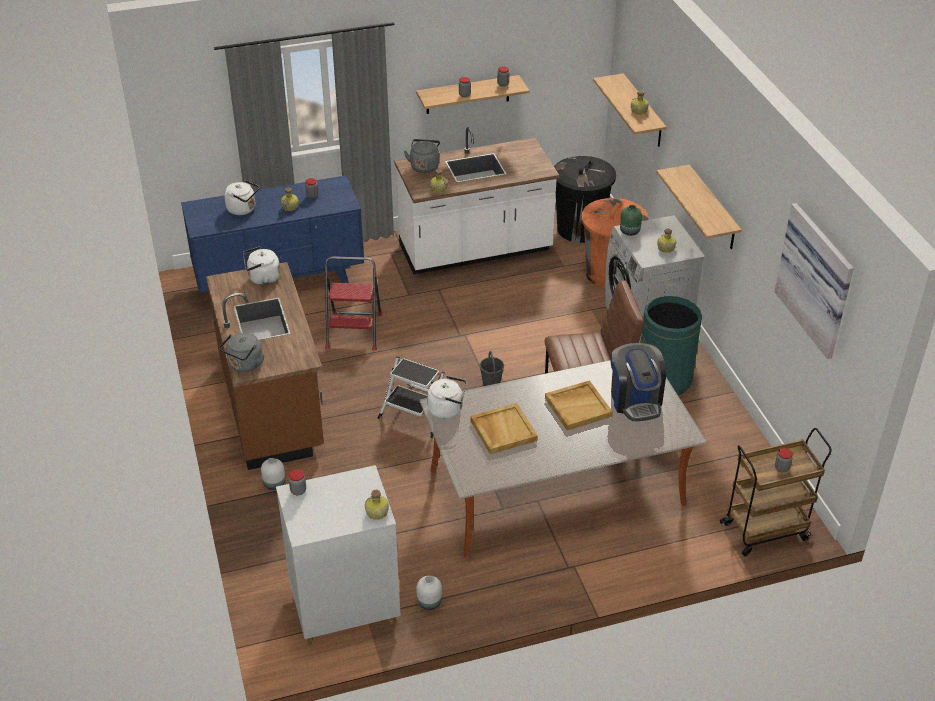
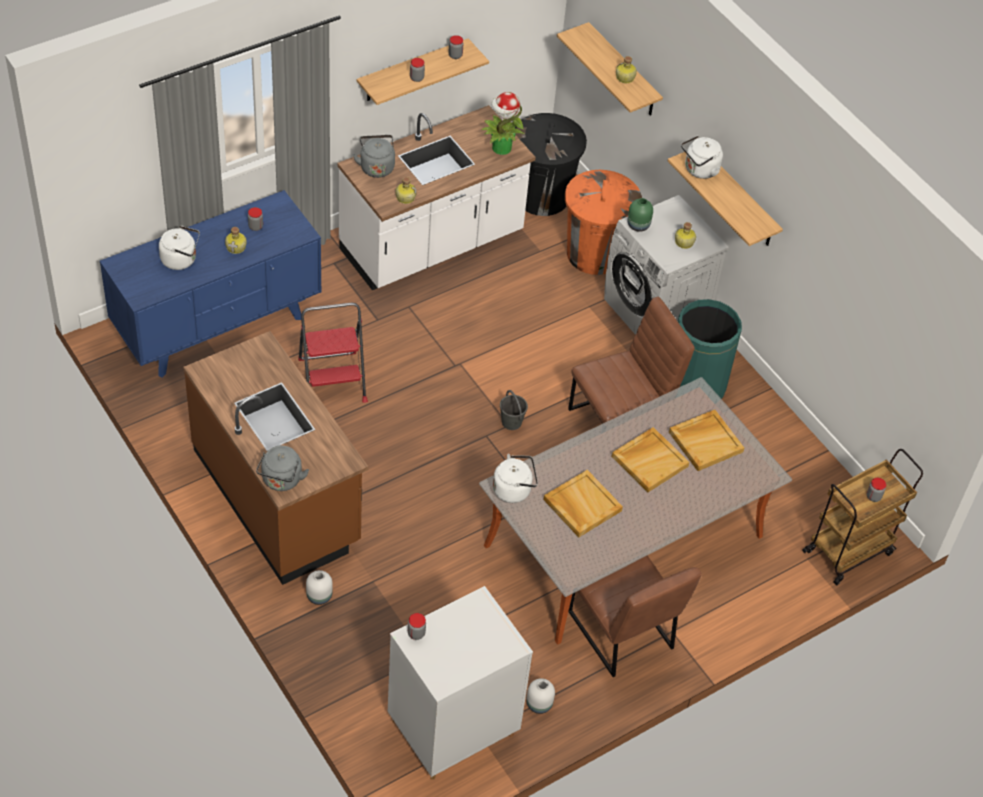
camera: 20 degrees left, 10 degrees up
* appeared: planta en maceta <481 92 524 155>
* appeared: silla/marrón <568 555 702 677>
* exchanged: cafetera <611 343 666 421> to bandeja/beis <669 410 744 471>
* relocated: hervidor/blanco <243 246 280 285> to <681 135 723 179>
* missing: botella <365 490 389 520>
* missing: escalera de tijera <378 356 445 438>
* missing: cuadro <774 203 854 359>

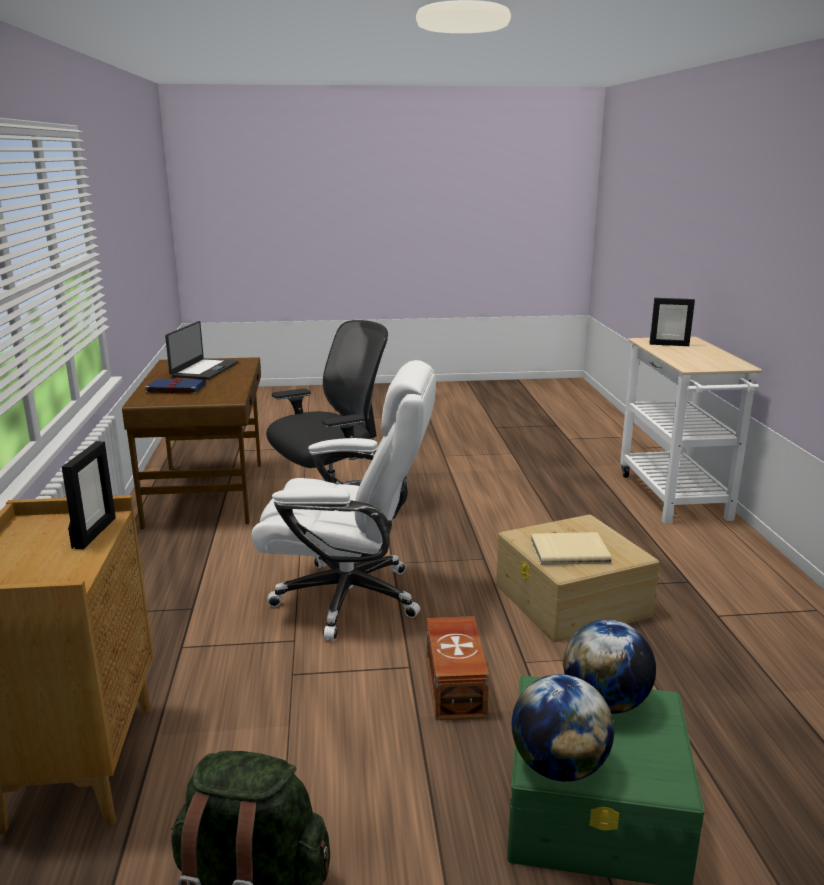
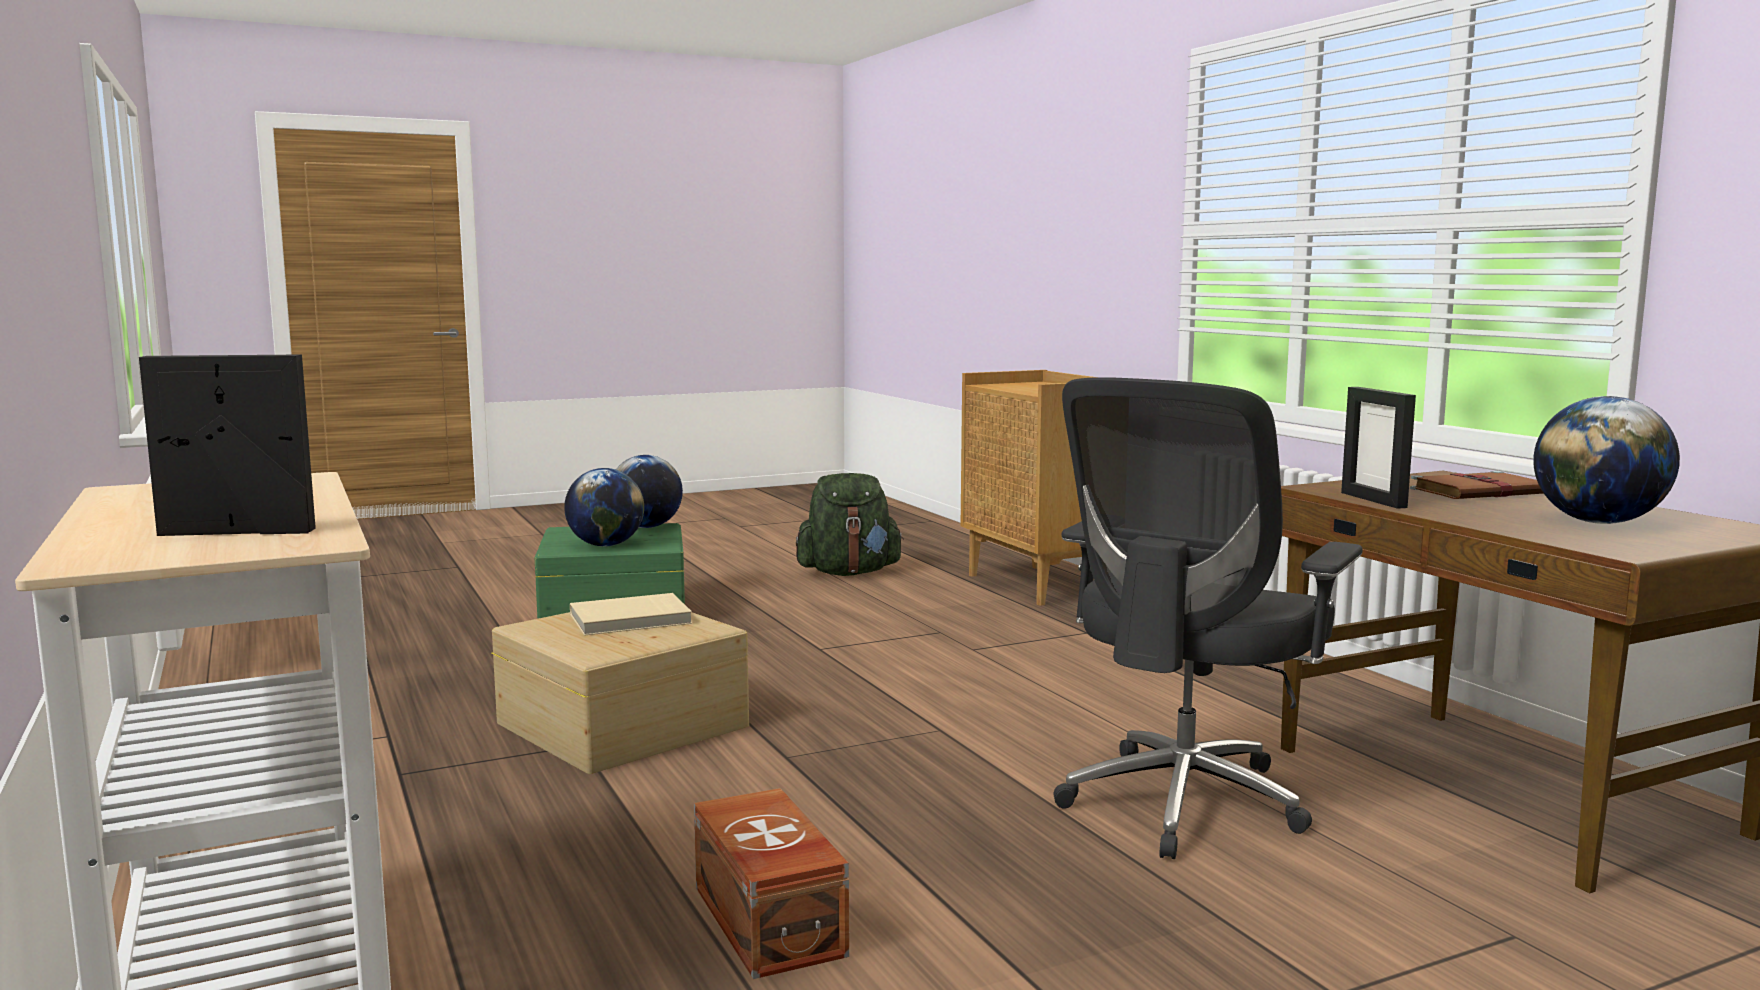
camera: 160 degrees right, 10 degrees down
* relocated: caja de almacenaje/marrón <427 616 489 720> to <694 788 849 979>
* relocated: portarretratos <62 441 116 549> to <1341 387 1416 509>
* colour: libro/azul <144 379 205 394> to libro/marrón <1410 471 1544 499>
* exchanged: portátil <165 321 238 380> to globo terráqueo <1533 396 1680 524>
* missing: silla de oficina/blanco <252 360 436 641>

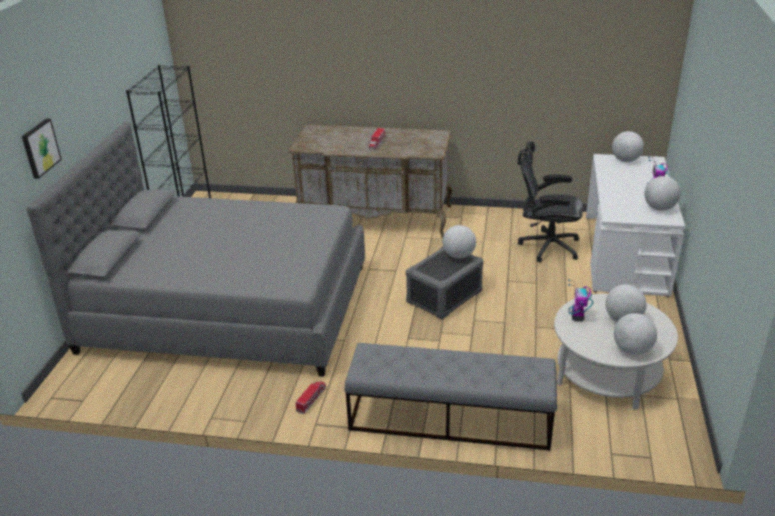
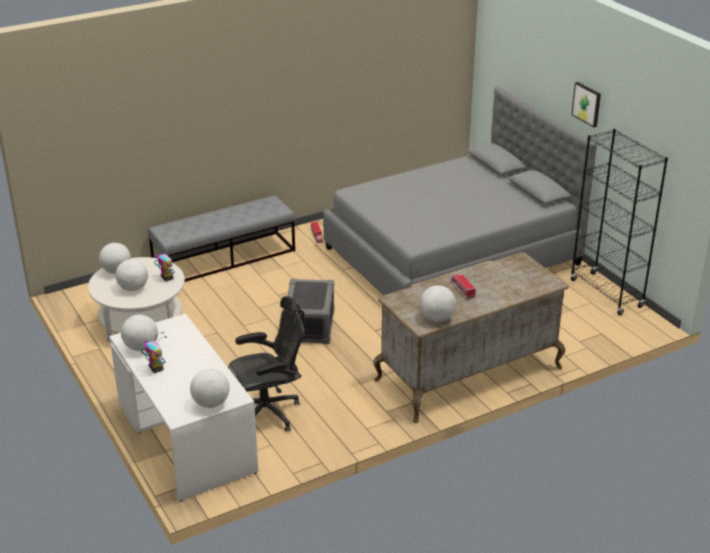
camera: 140 degrees right, 0 degrees up
* relocated: globo terráqueo <443 225 476 259> to <420 285 456 322>
* relocated: cuadro <22 119 62 179> to <571 82 601 127>

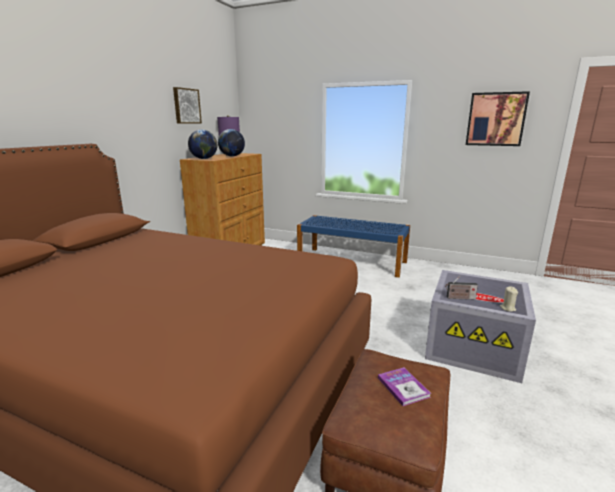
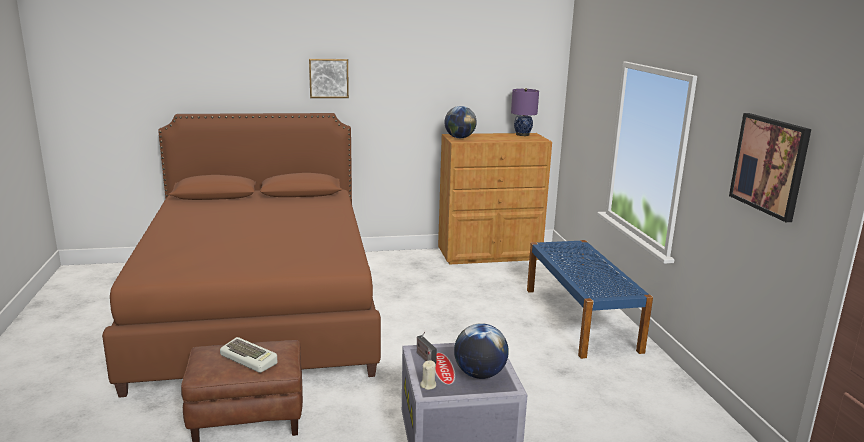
camera: 55 degrees right, 0 degrees up
* exchanged: libro <378 367 431 406> to teclado <220 337 277 373>
* relocated: cuadro <173 87 202 124> to <309 59 349 98>
* relocated: globo terráqueo <218 129 245 156> to <454 323 509 379>

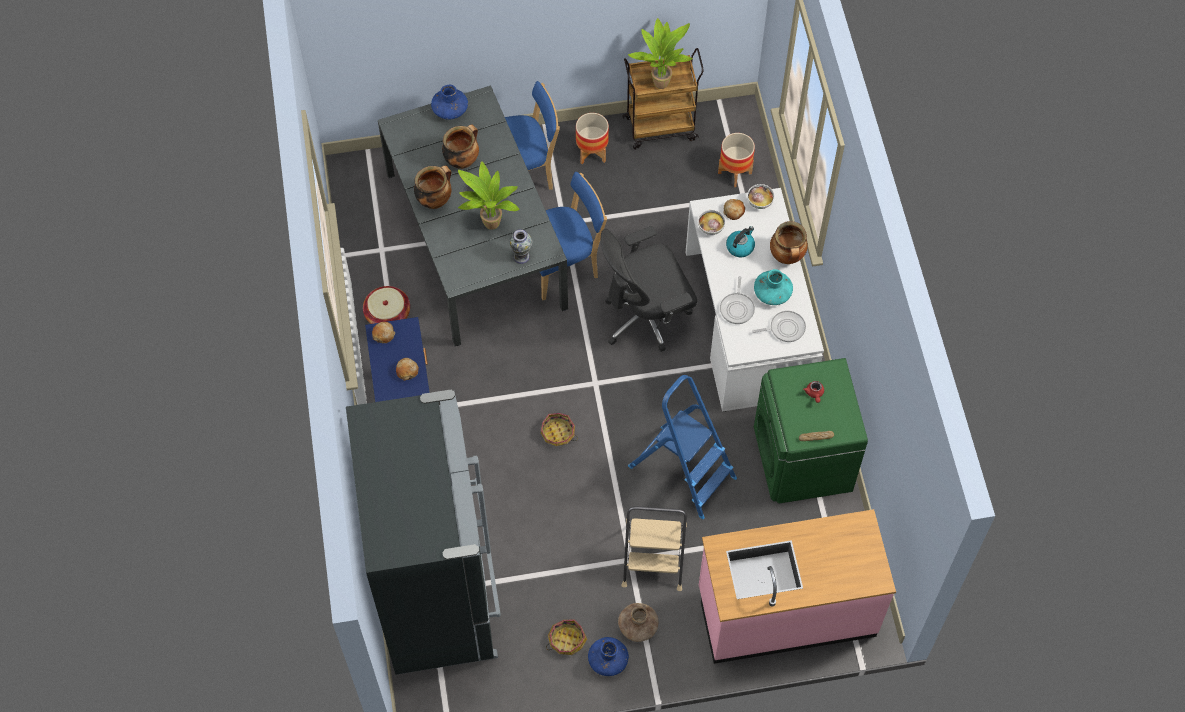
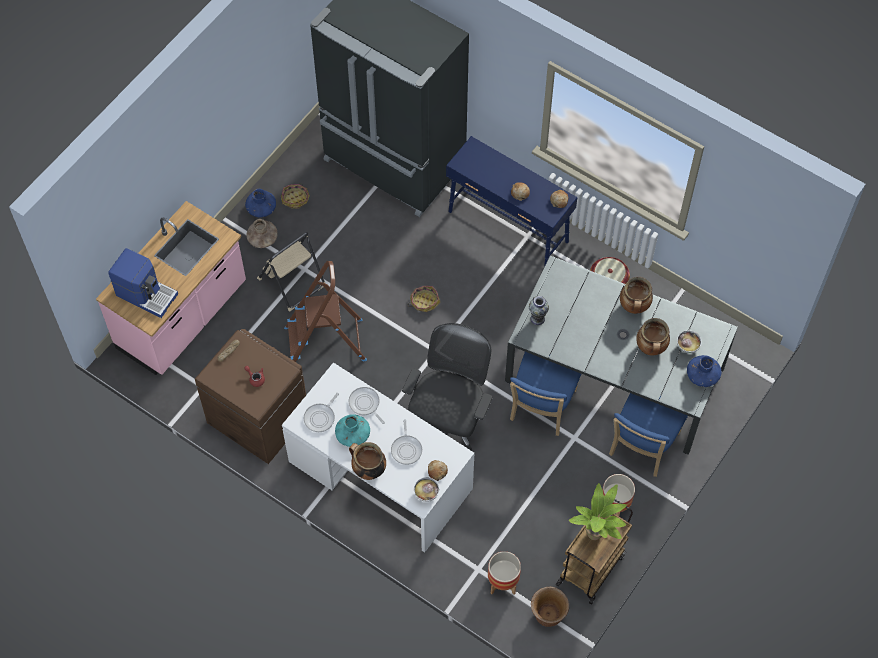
camera: 135 degrees right, 0 degrees up
* appeared: cafetera <108 248 178 318>
* colour: lavadora/verde <754 358 868 503> to lavadora/marrón <195 329 306 464>
* colour: escalera de tijera/azul <628 375 737 519> to escalera de tijera/marrón <284 261 367 362>
* exchanged: hervidor <726 226 755 257> to sartén <391 419 422 465>
* appeared: maceta/marrón <531 587 569 627>
* relocated: cuenco <698 210 725 235> to <677 330 702 353>
* missing: planta en maceta <458 161 519 230>

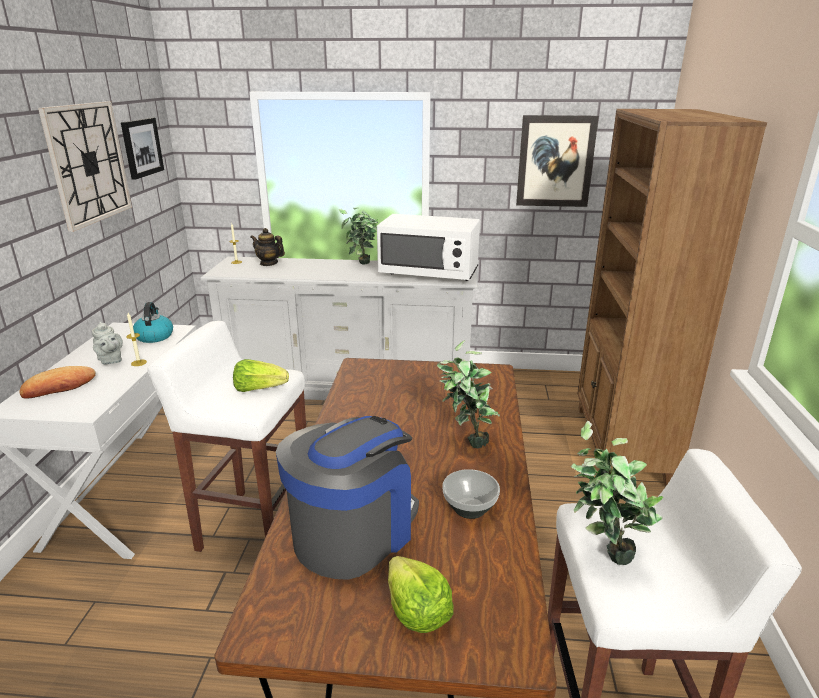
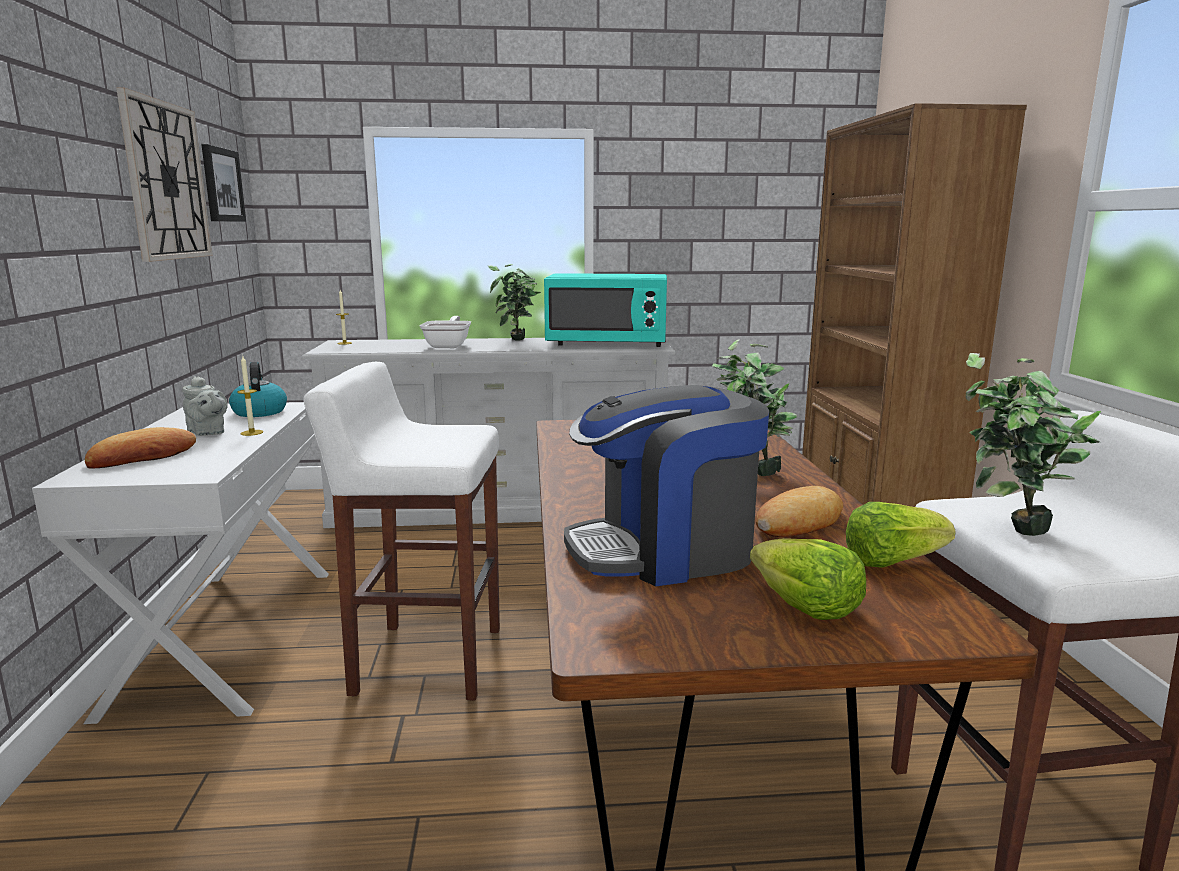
camera: 10 degrees left, 10 degrees down
* appeared: sartén <420 316 471 348>
* colour: microondas/blanco <377 214 480 281> to microondas/turquesa <544 273 667 347>
* spun: cafetera <276 416 419 580> = <564 385 769 587> 135 degrees counterclockwise
* exchanged: cuenco <442 469 500 519> to pan <755 486 843 537>
* relocated: lechuga <233 359 289 392> to <846 502 956 568>
* missing: tetera <250 228 285 266>
* missing: cuadro <516 115 599 207>

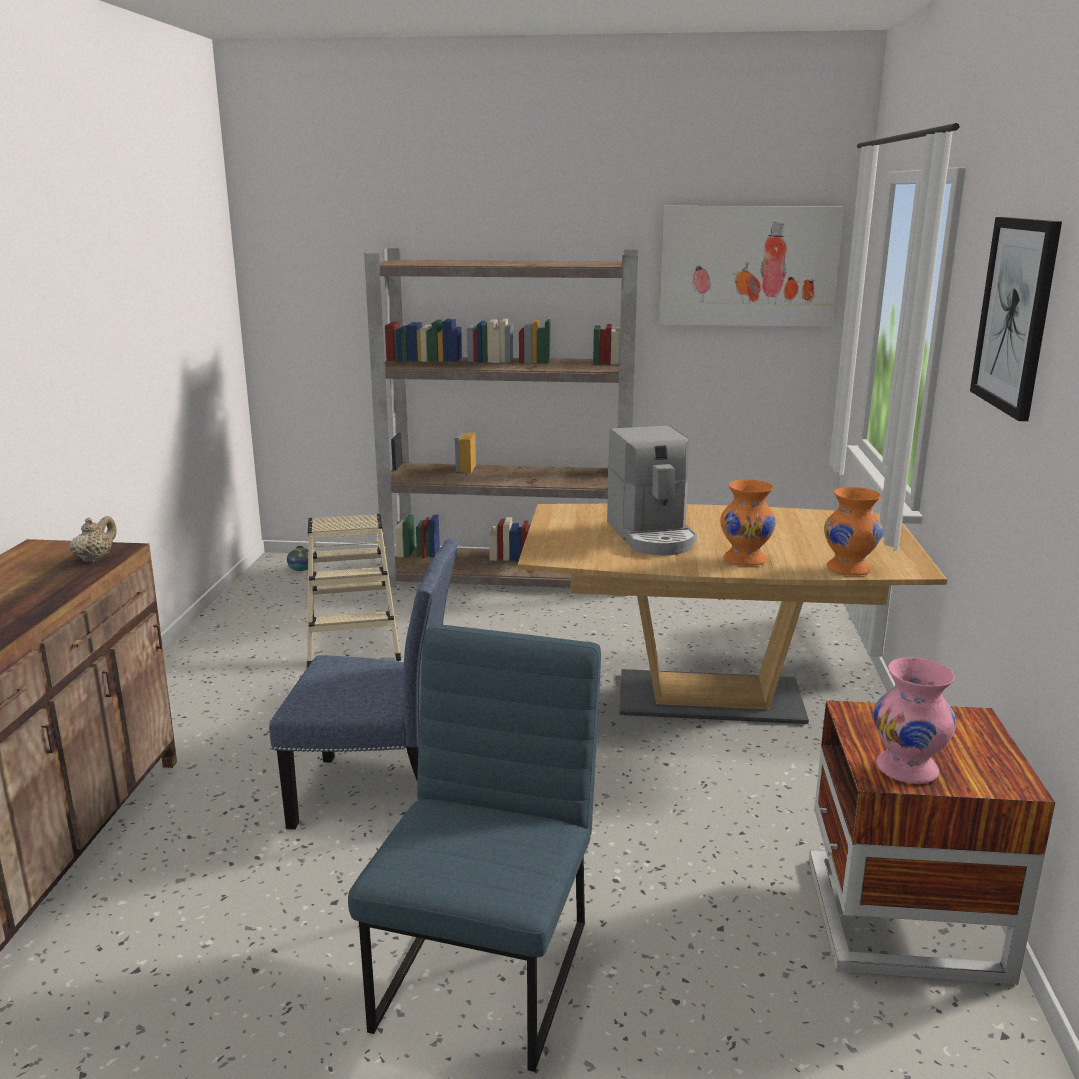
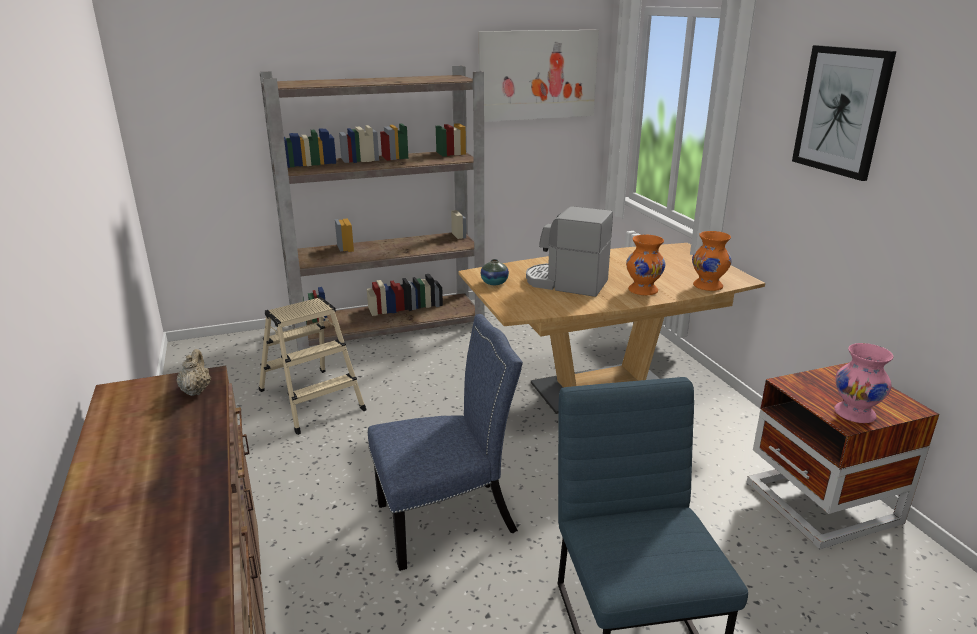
camera: 25 degrees left, 5 degrees up
* relocated: florero <287 546 308 571> to <481 259 509 285>
* spun: cafetera <607 426 697 555> = <526 206 613 297> 150 degrees clockwise

